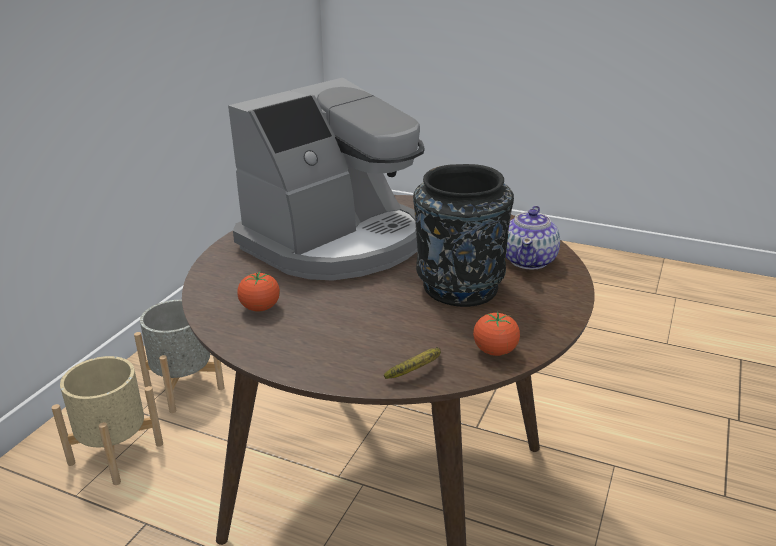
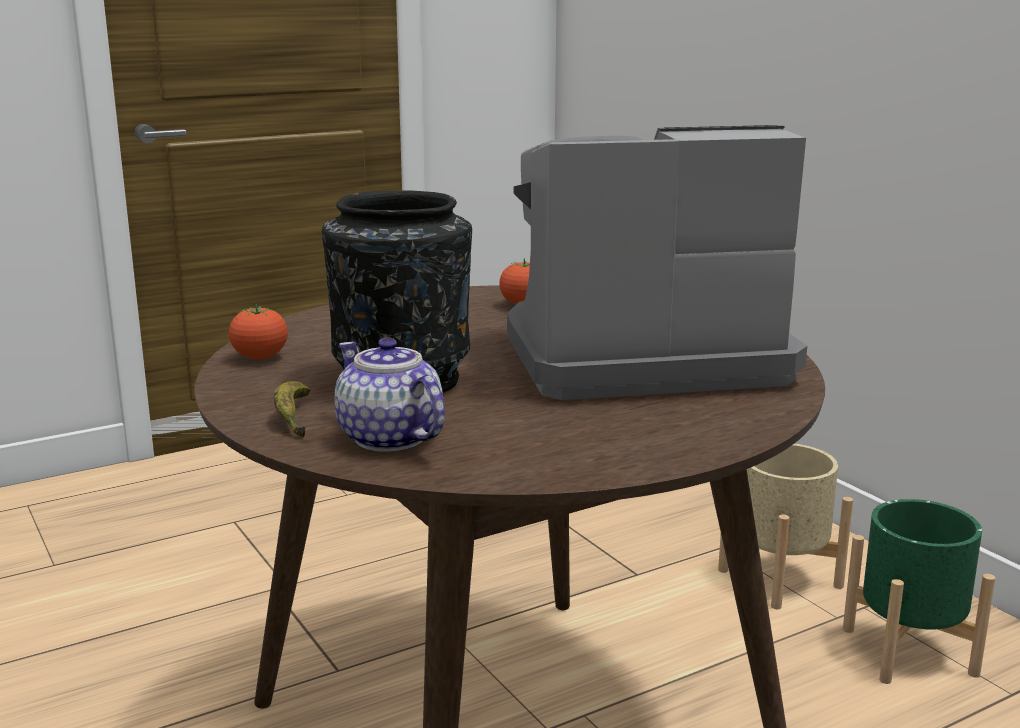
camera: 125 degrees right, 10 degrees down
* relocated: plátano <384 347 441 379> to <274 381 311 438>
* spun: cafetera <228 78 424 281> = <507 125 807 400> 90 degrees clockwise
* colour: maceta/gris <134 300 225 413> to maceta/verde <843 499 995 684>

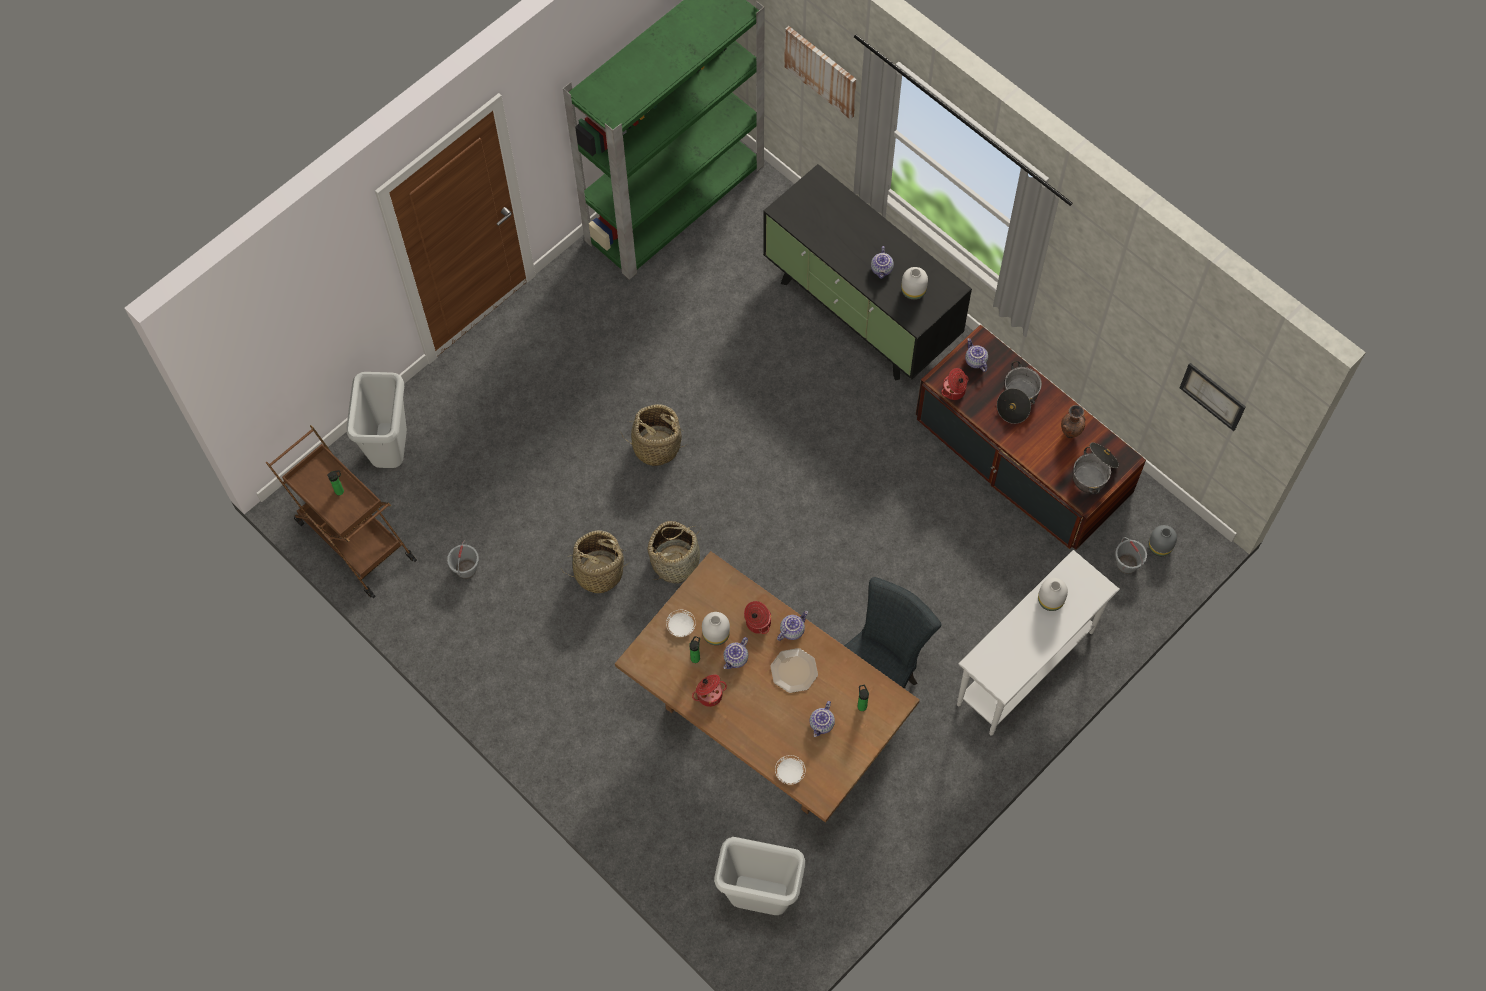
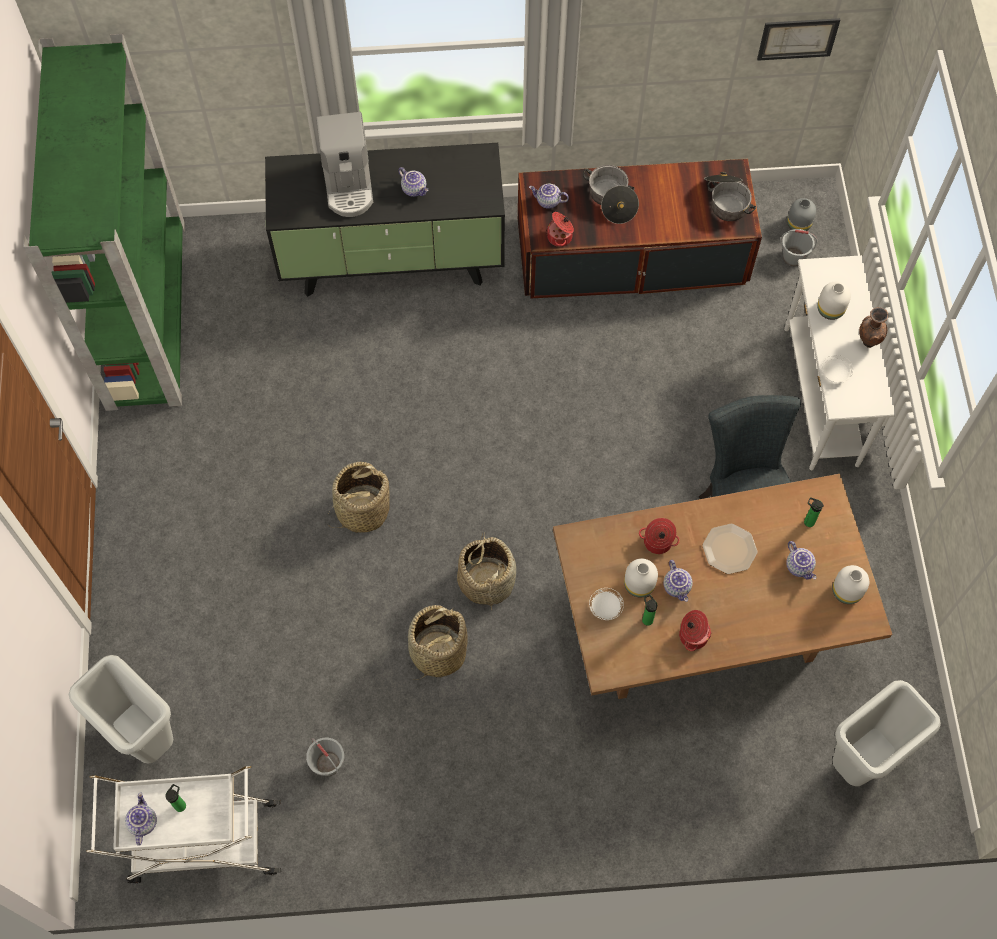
camera: 50 degrees left, 0 degrees up
* colour: carrito/marrón <266 425 417 598> to carrito/blanco <86 766 281 884>
* relocated: tetera <777 611 808 641> to <125 792 157 846>
* appeared: cafetera <316 112 373 217>
* relocated: plato/blanco <775 755 806 784> to <821 355 854 383>
* relocated: florero/blanco <901 267 928 300> to <832 565 869 604>
* relocated: florero/marrón <1061 405 1085 438> to <859 307 888 348>
* missing: cuadro <784 26 857 120>

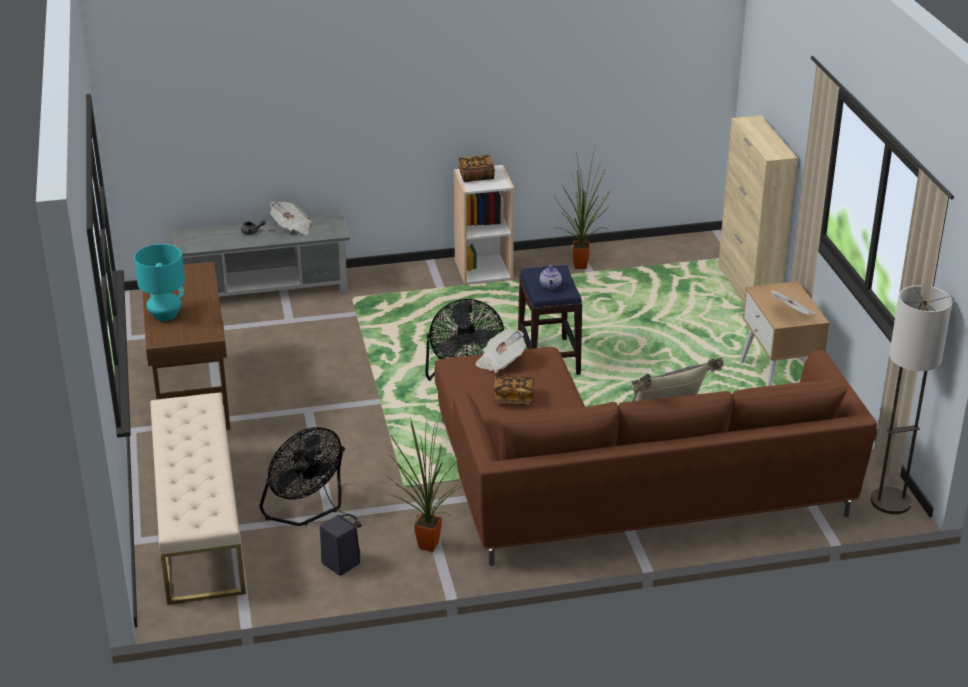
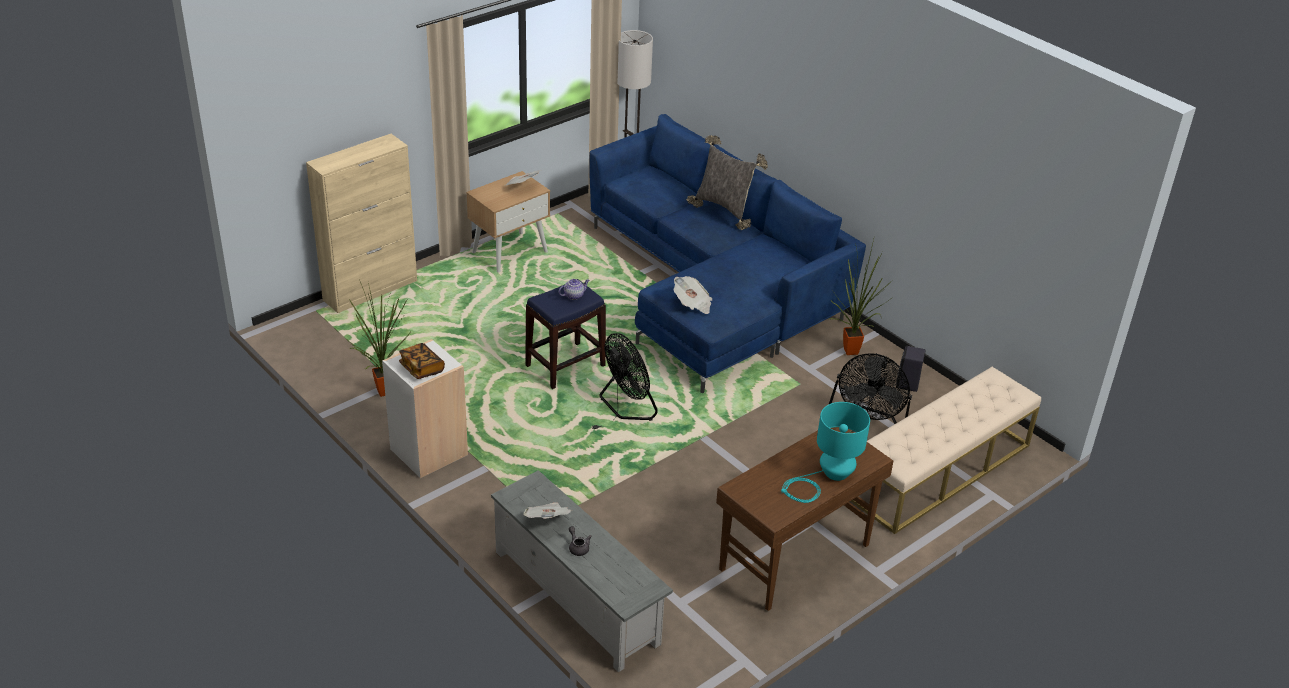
camera: 120 degrees left, 5 degrees up
* colour: sofá/marrón <435 347 877 566> to sofá/azul <589 114 866 393>
* missing: libro <494 376 534 404>

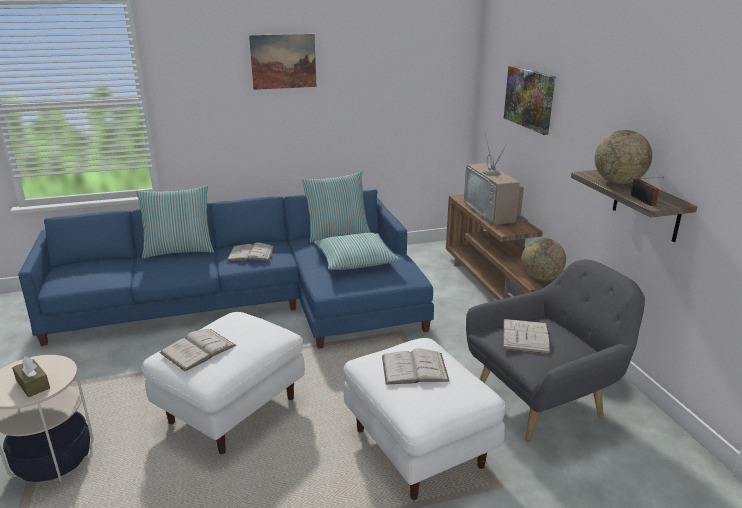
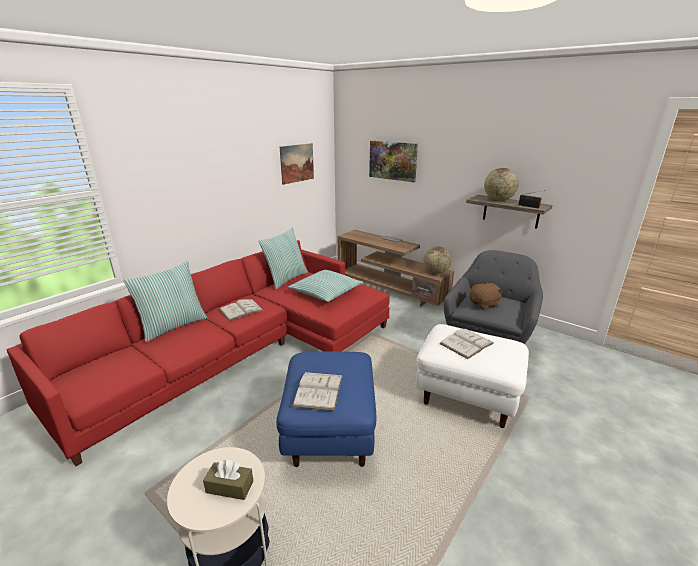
camera: 35 degrees left, 0 degrees up
* colour: sofá/azul <18 189 434 349> to sofá/rojo <7 240 390 466>
* colour: puf/blanco <142 312 305 454> to puf/azul <276 351 376 467>
* relocated: cuadro <249 34 316 90> to <280 143 314 185>
* exchanged: libro/blanco <503 319 550 354> to peluche/marrón <469 282 503 310>
* missing: televisor <464 134 524 225>

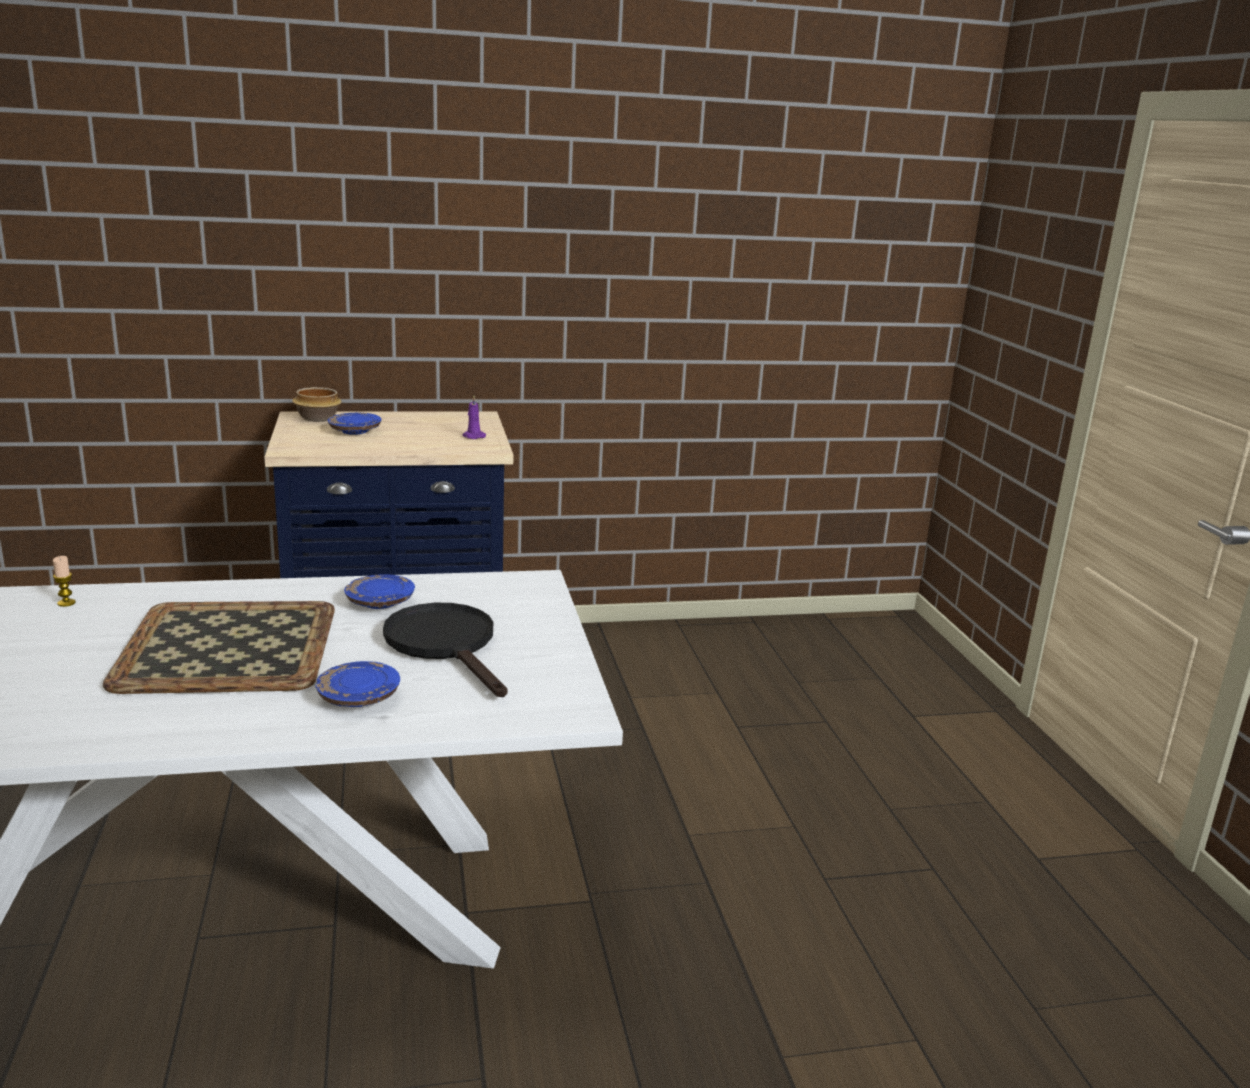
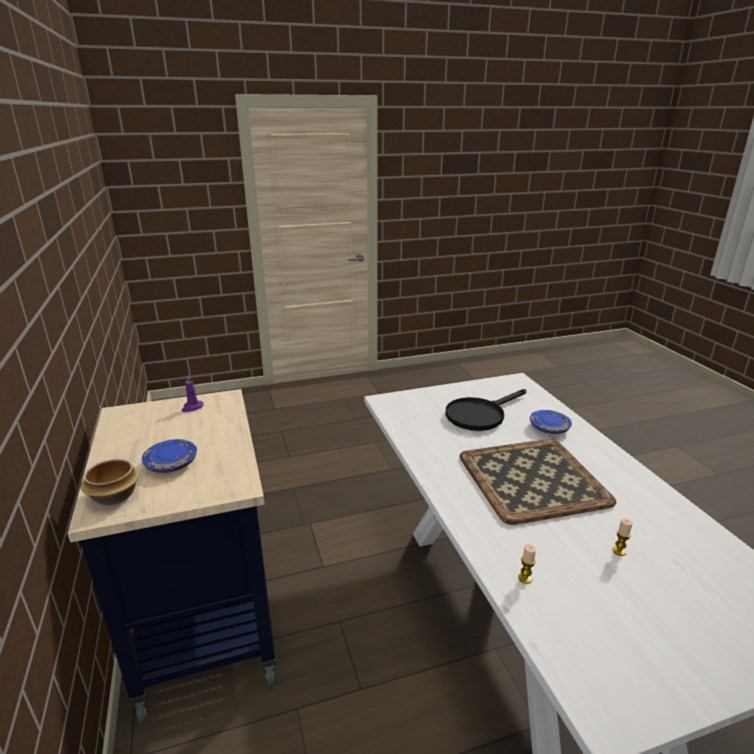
camera: 95 degrees left, 5 degrees up
* appeared: vela <612 519 632 556>
* missing: plato/azul <344 574 415 609>

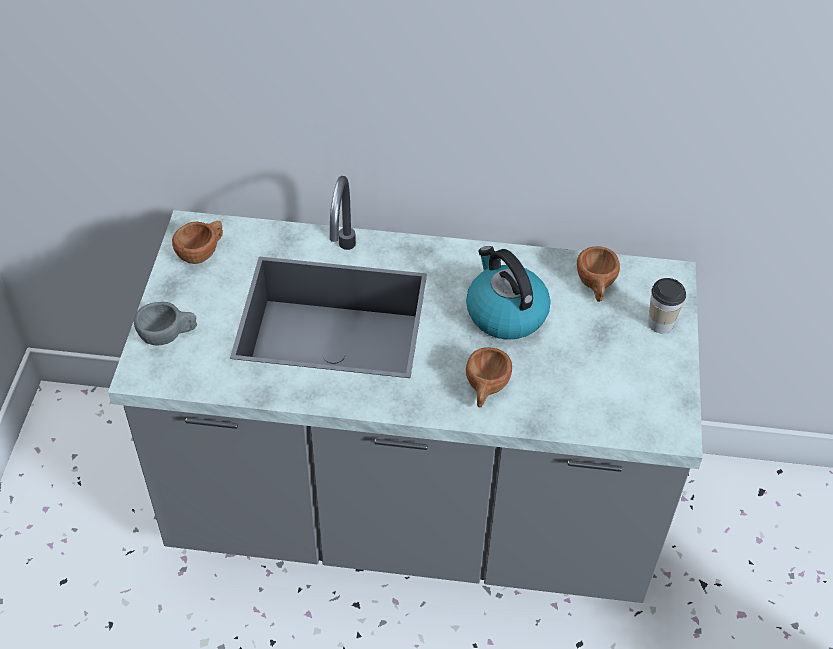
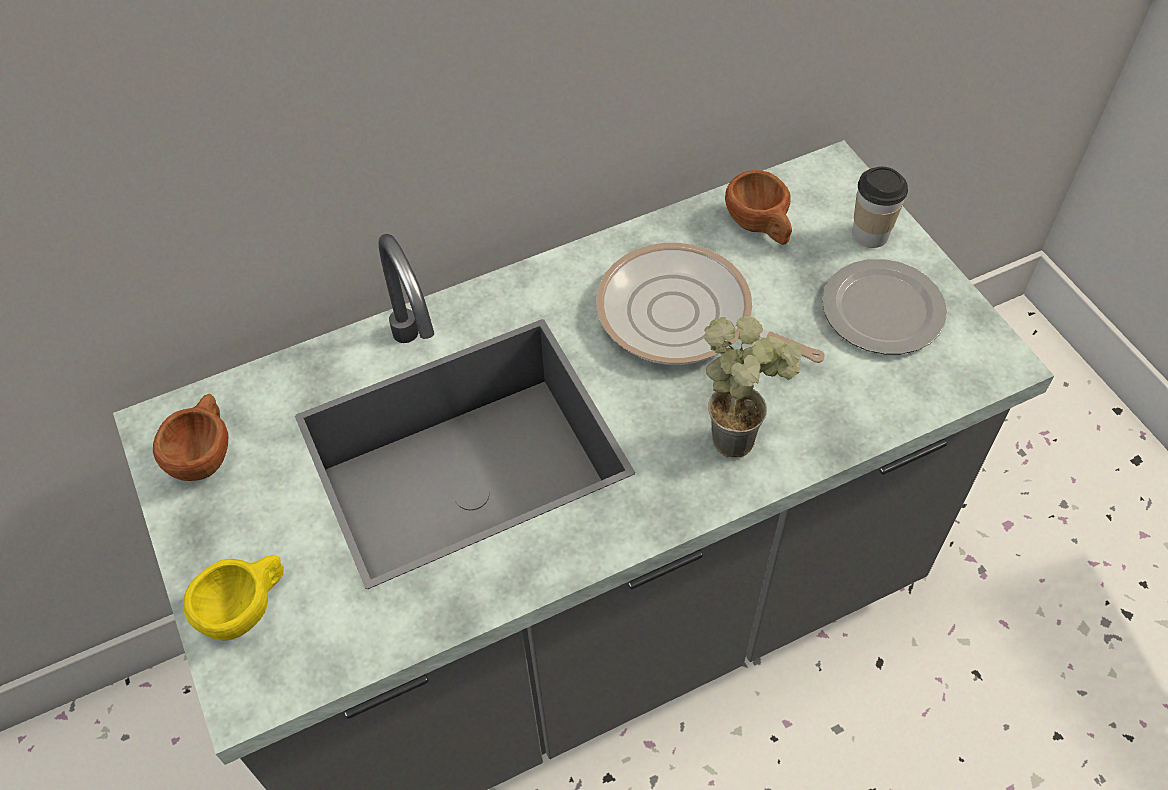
camera: 30 degrees left, 5 degrees up
* colour: taza/gris <134 302 197 345> to taza/amarillo <183 555 284 641>
* exchanged: hervidor <466 246 550 340> to sartén <596 243 825 365>
* exchanged: taza/marrón <466 347 512 407> to planta en maceta <704 316 802 458>
* appeared: plato <822 259 947 354>

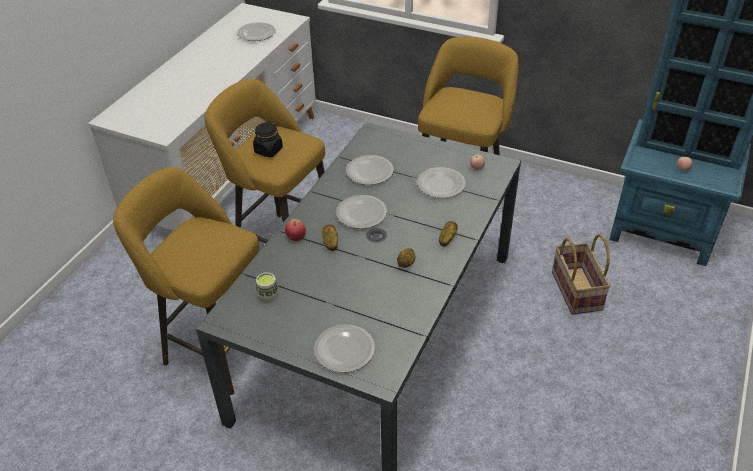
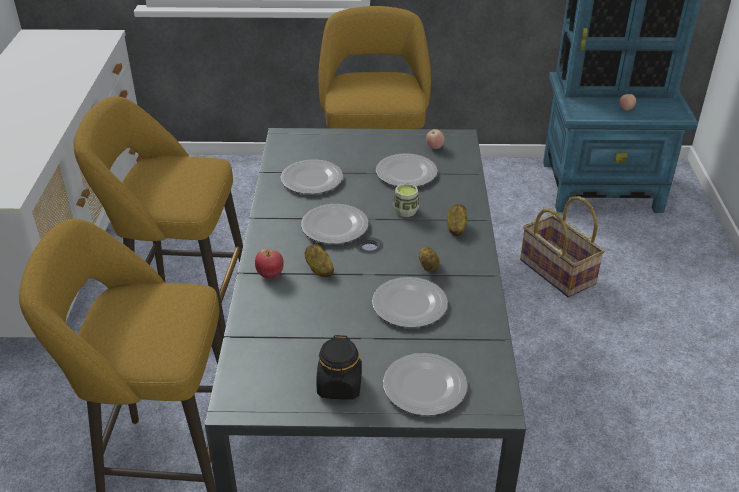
camera: 25 degrees left, 5 degrees down
* relocated: tarro/negro <253 121 283 157> to <316 335 362 400>
* relocated: plato <237 22 276 41> to <372 277 448 328>
* relocated: taza <256 272 279 301> to <393 183 419 217>

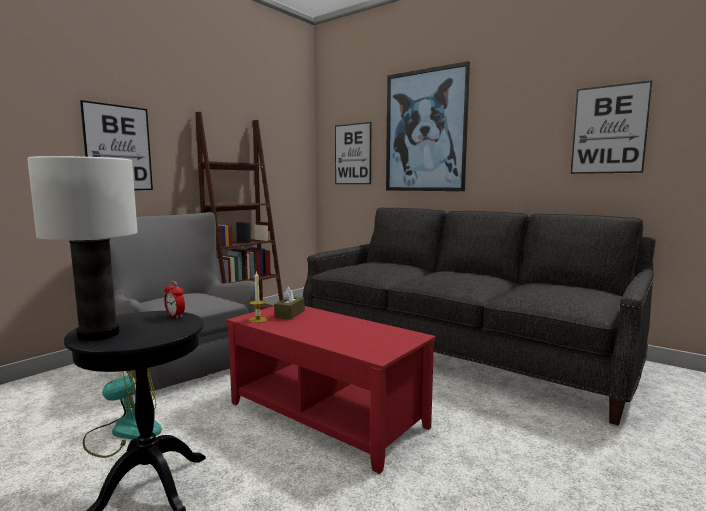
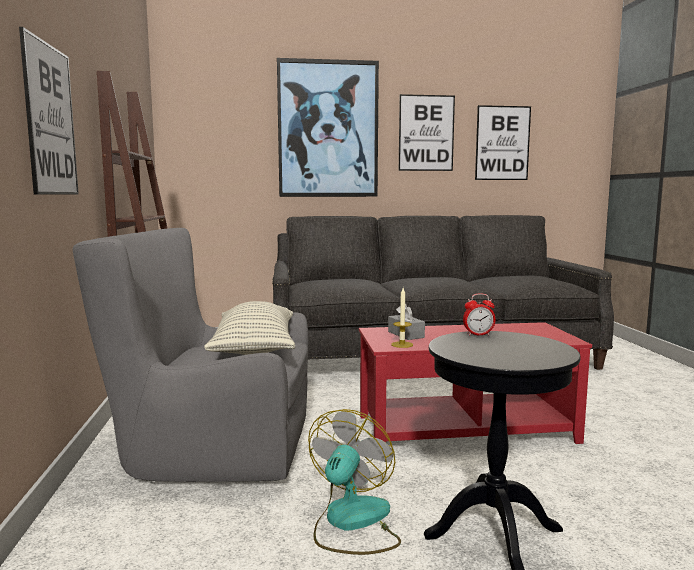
camera: 45 degrees left, 0 degrees up
* appeared: cojín <204 301 295 355>
* colour: caja de pañuelos/marrón <274 287 305 320> to caja de pañuelos/gris <388 303 425 340>
* relocated: cuadro <335 122 371 184> to <399 94 455 171>
* missing: lámpara de mesa/blanco <27 156 138 341>

